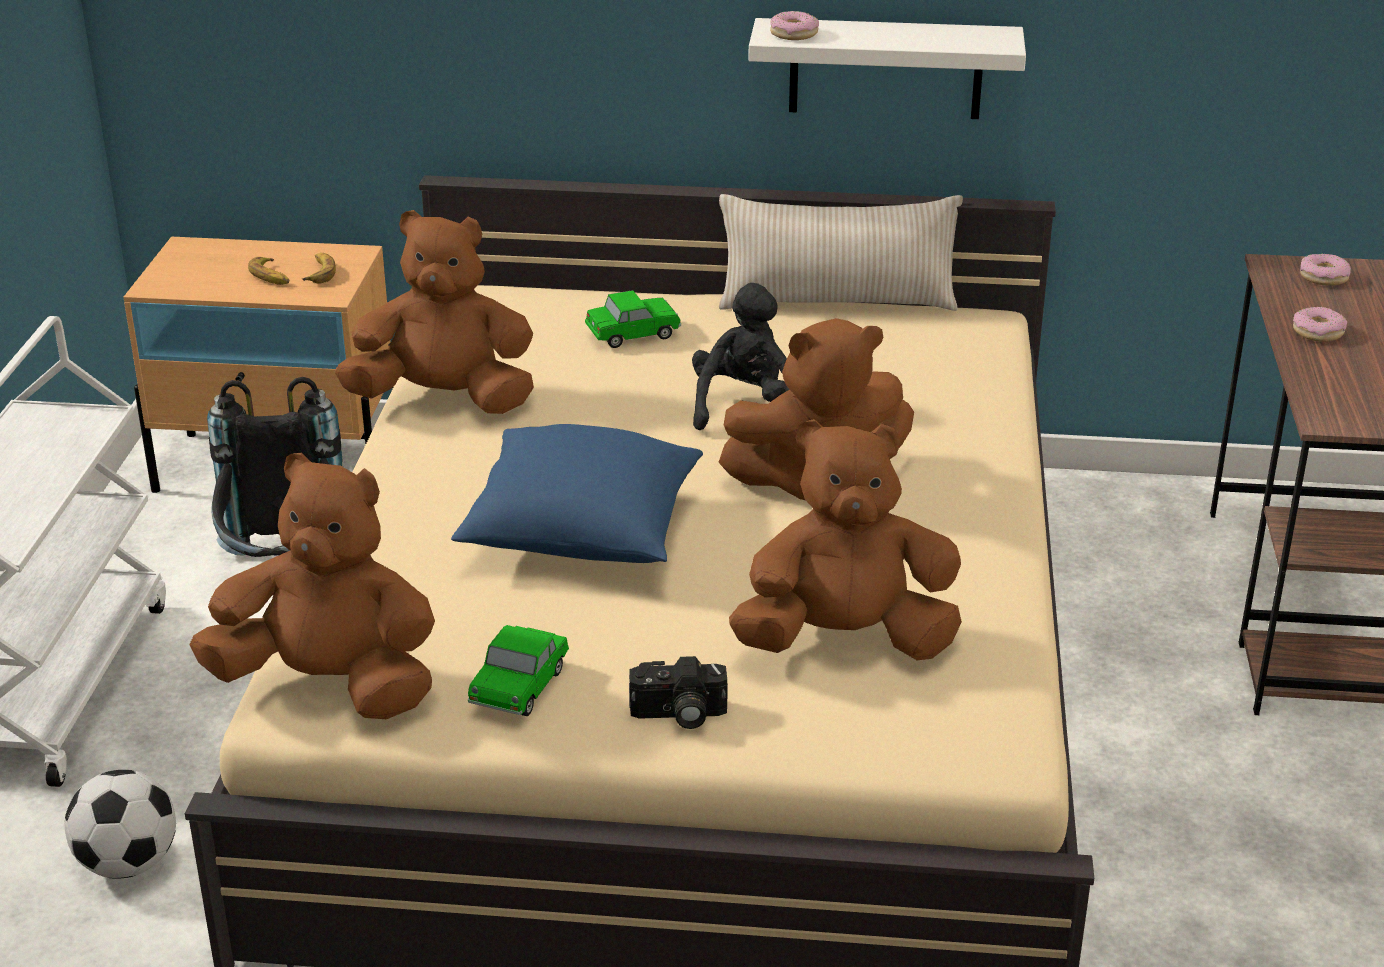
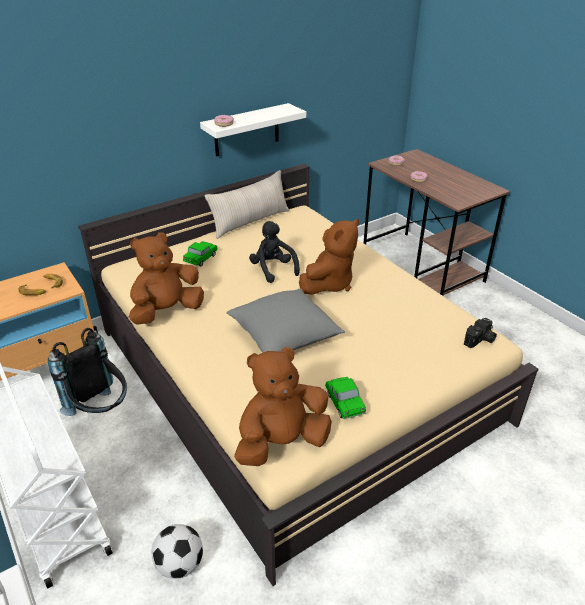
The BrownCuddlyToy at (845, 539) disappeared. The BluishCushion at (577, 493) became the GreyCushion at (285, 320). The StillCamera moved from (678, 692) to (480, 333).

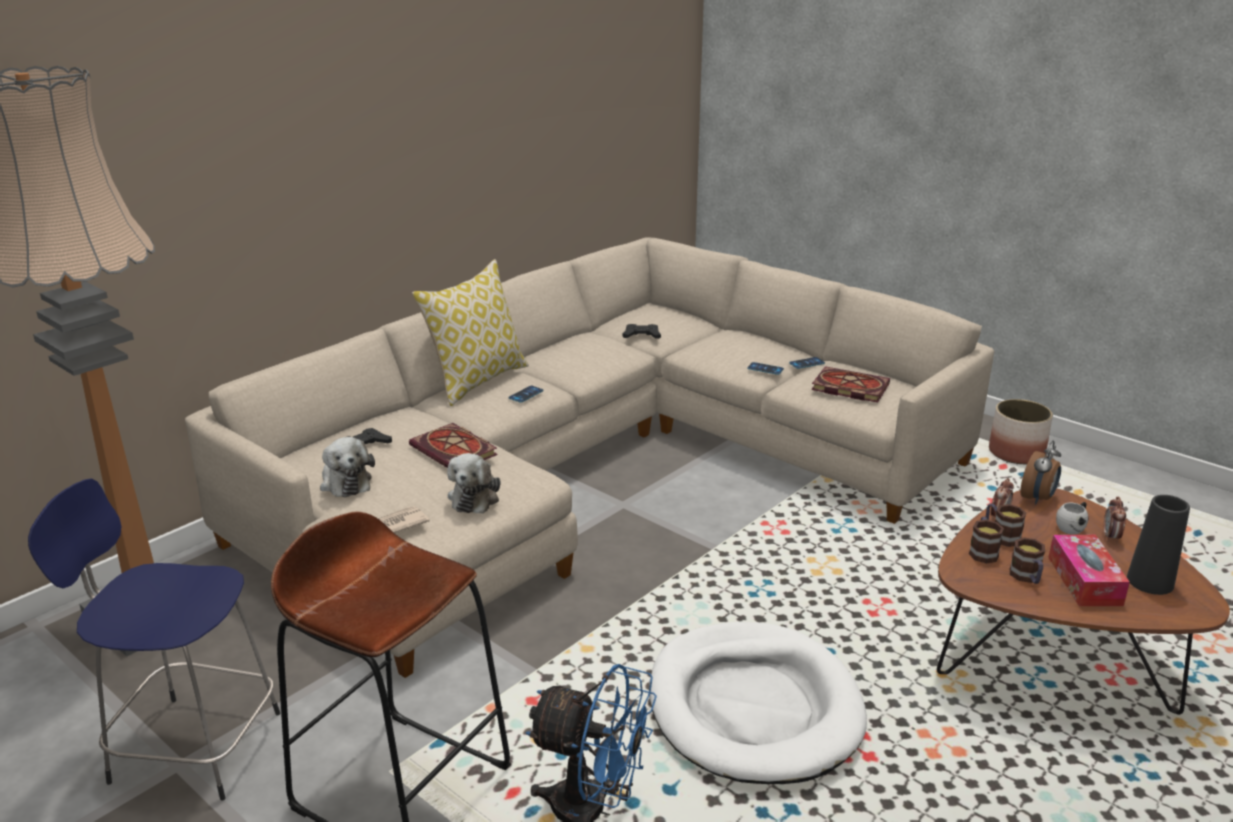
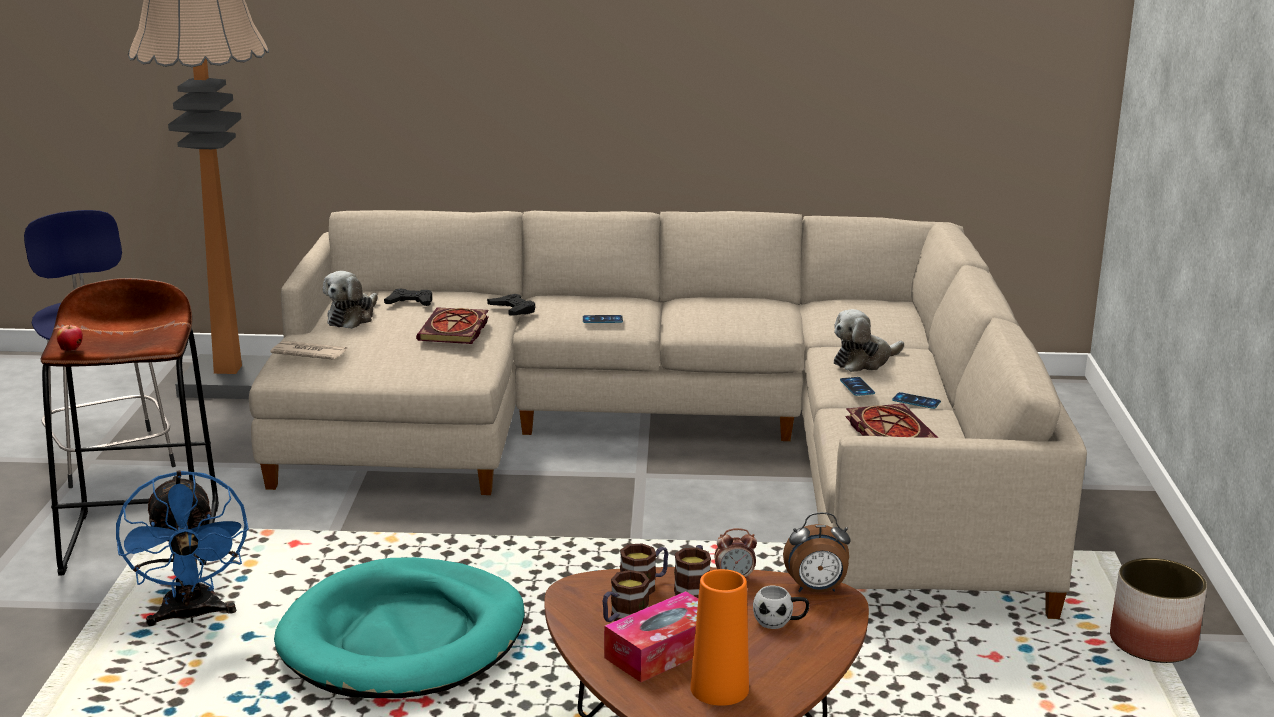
The Cushion at (470, 332) disappeared. The BlackGamepad moved from (641, 331) to (511, 305). The CuddlyToy moved from (474, 483) to (869, 340). The BlackDecorativeVase at (1158, 545) became the OrangeyDecorativeVase at (719, 637). The TableClock at (1115, 519) disappeared. The WhiteDogBed at (758, 703) became the TurquoiseDogBed at (399, 627). The Apple at (70, 338) appeared.

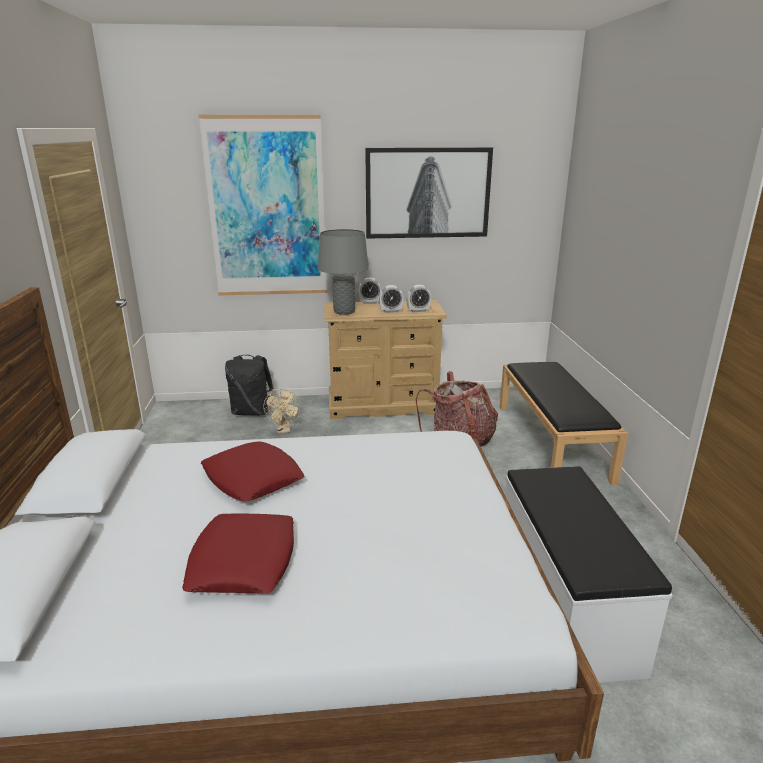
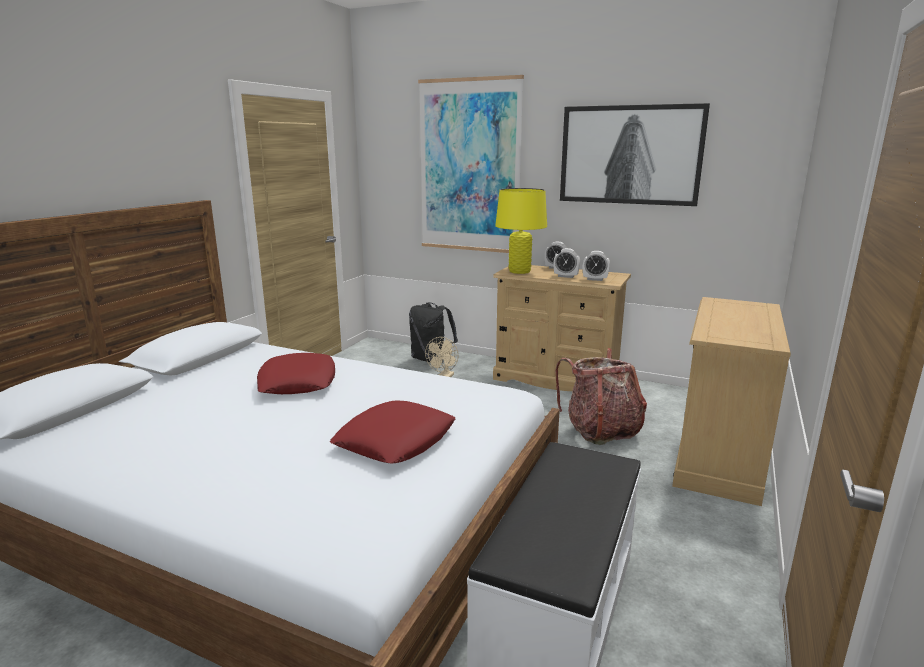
The GreyTabletopLamp at (343, 272) became the YellowColouredTabletopLamp at (521, 231). The BlackLongSeat at (564, 423) was replaced by the BeigeColouredChestOfDrawers at (731, 401). The RedCushion moved from (238, 553) to (392, 431).

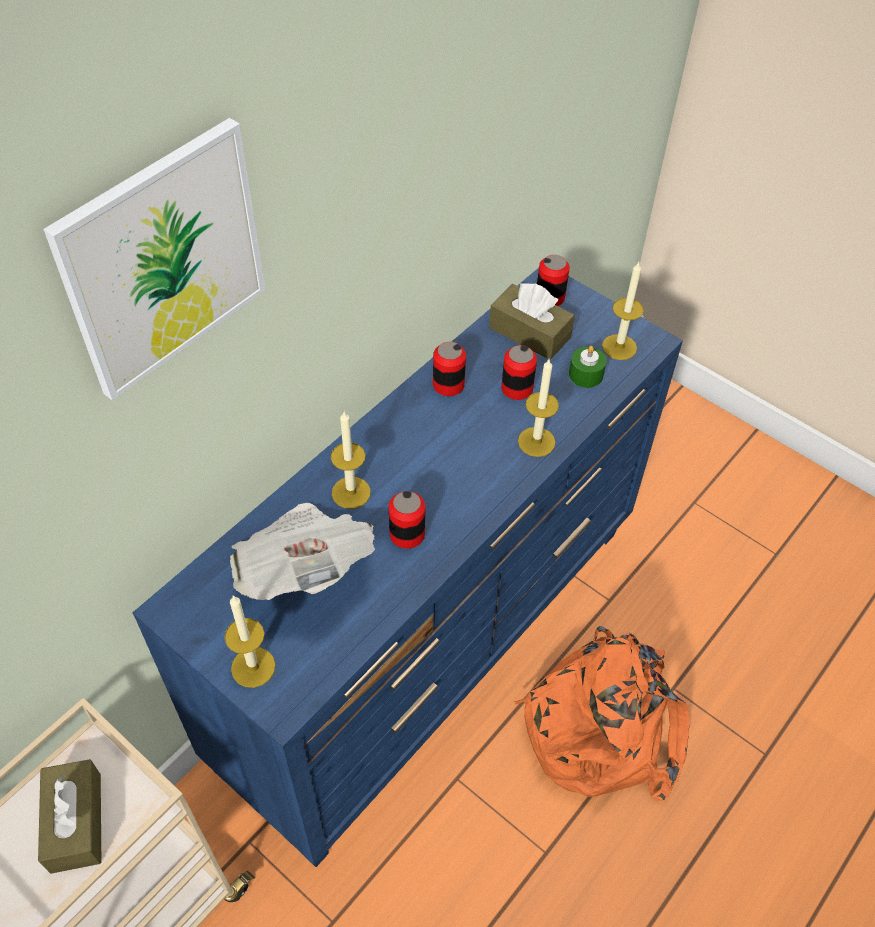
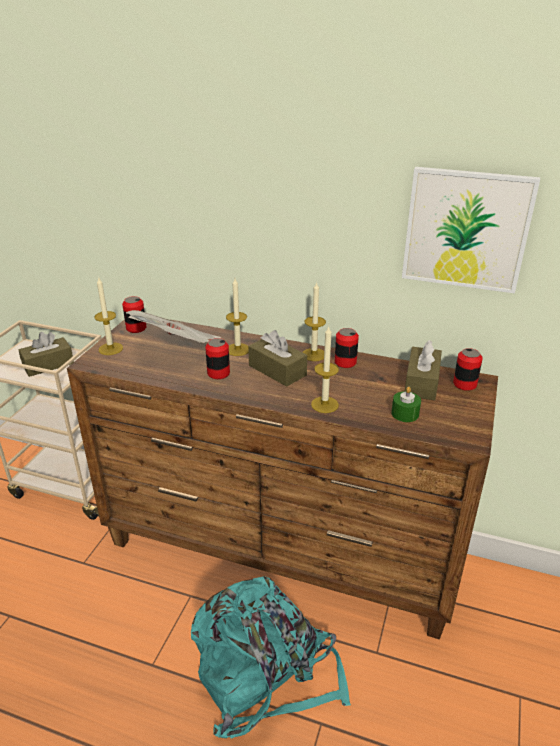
The WallPicture moved from (154, 259) to (471, 230). The WaxCandle moved from (623, 311) to (314, 321). The BluishChestOfDrawers at (408, 567) became the BrownChestOfDrawers at (282, 479). The MetalCan moved from (519, 372) to (134, 314). The OrangeyRucksack at (602, 713) became the TurquoiseRucksack at (271, 657). The BrownBoxOfTissues at (277, 358) appeared.

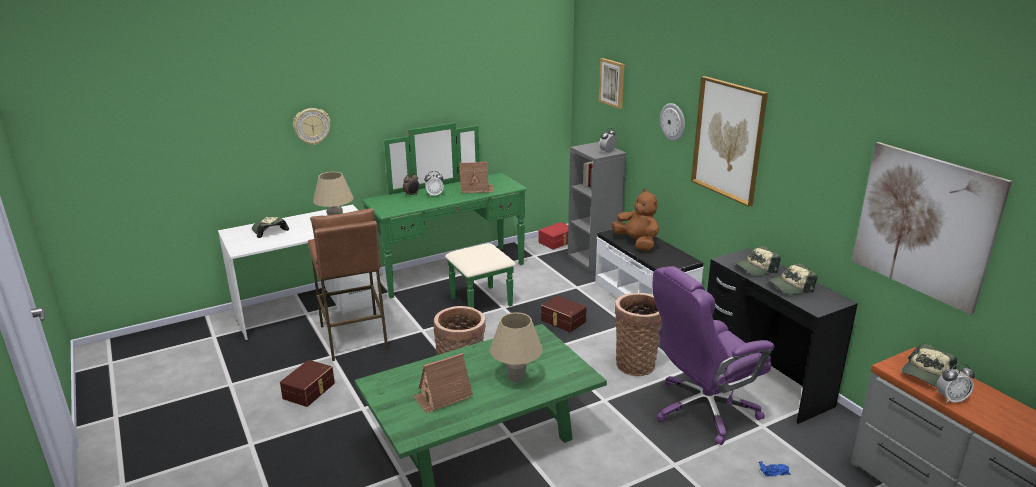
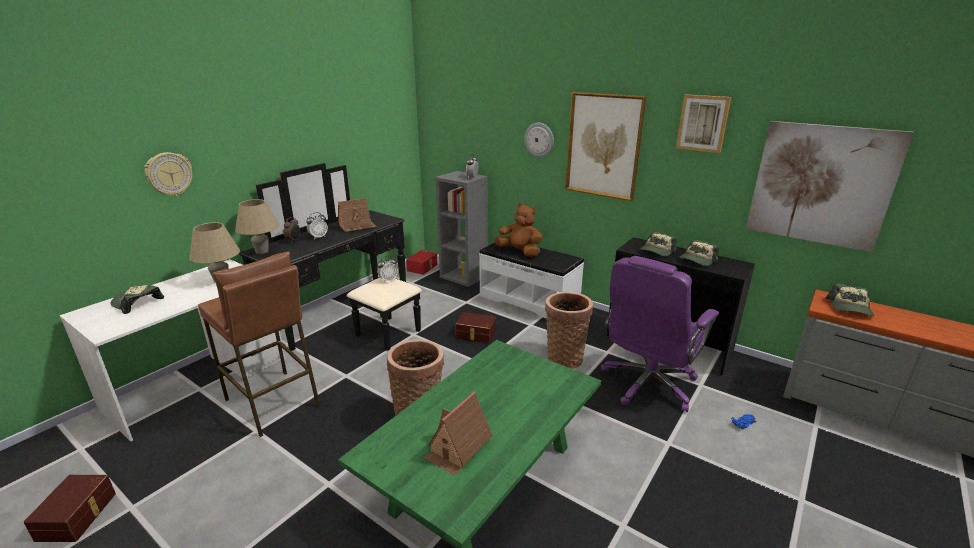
The WallPicture moved from (611, 83) to (703, 123). The GreenColouredChestOfDrawers at (444, 215) became the BlackChestOfDrawers at (330, 257). The BeigeColouredTabletopLamp moved from (516, 347) to (257, 226). The BrownStorageContainer moved from (307, 383) to (70, 508). The TableClock moved from (956, 384) to (387, 269).

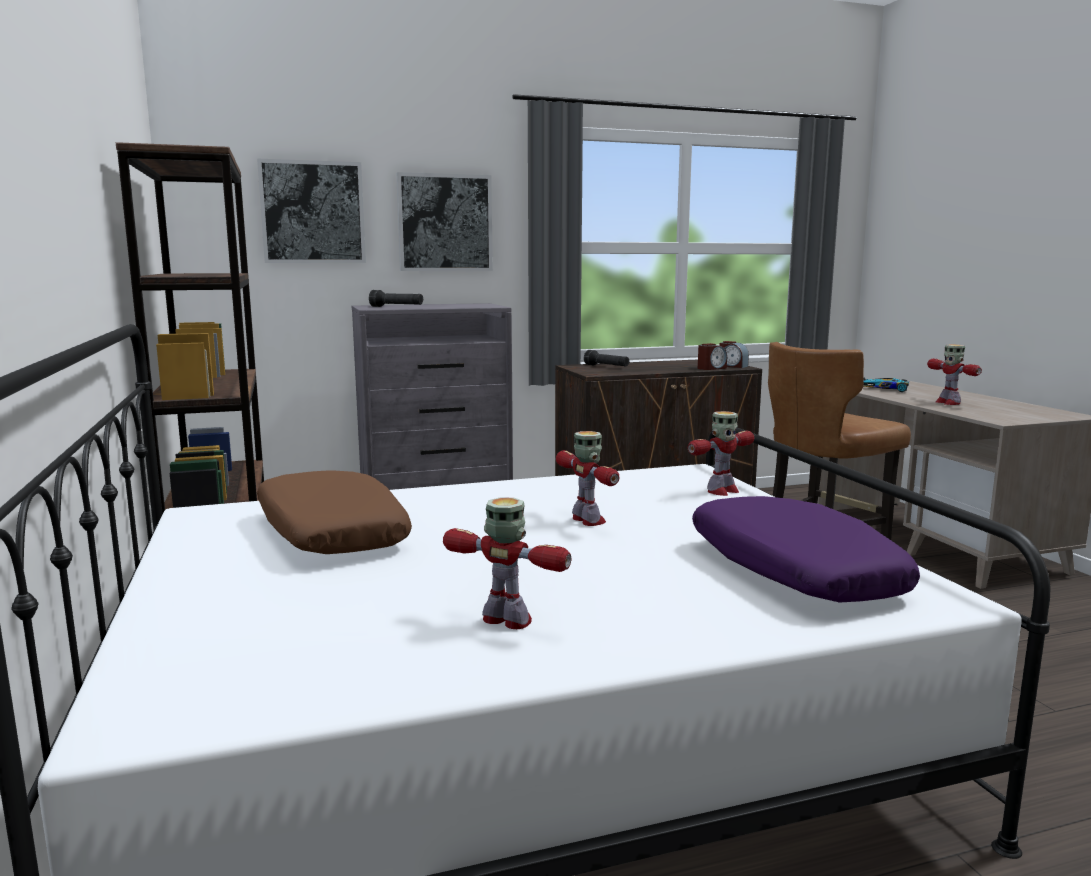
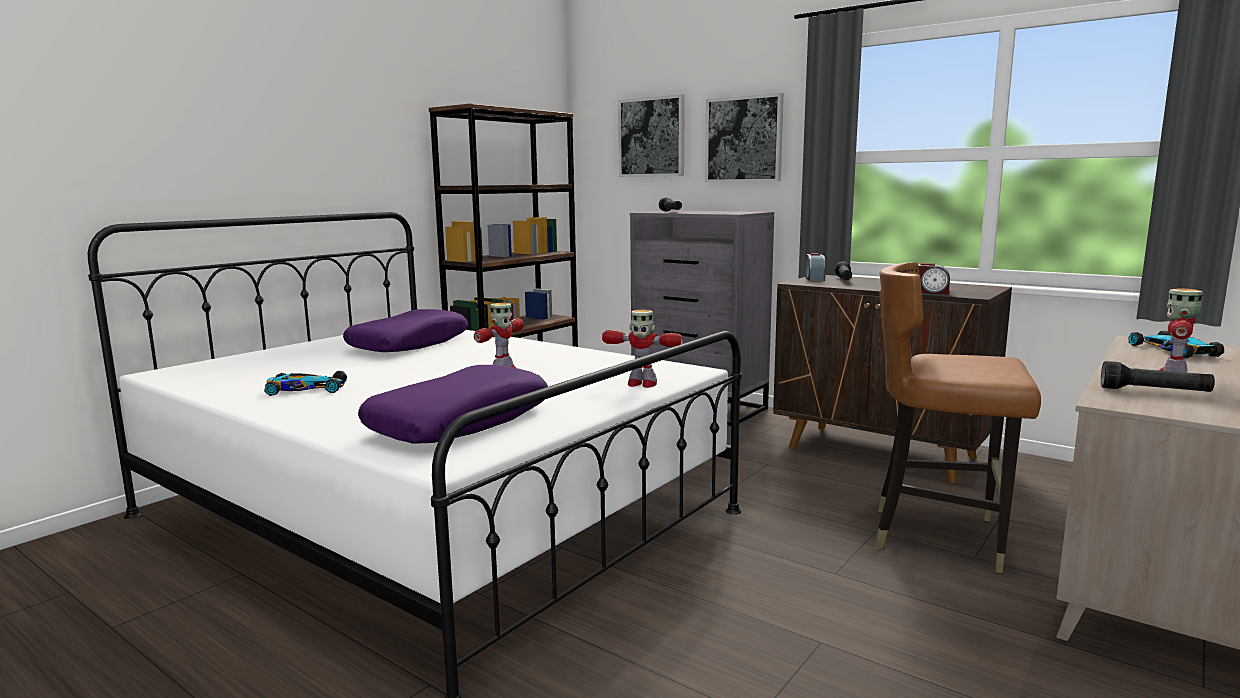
The TableClock moved from (734, 354) to (816, 267). The BrownCushion at (334, 512) became the PurpleColouredCushion at (405, 330). The ModelRobot at (507, 563) was replaced by the ToyCar at (305, 383). The BlackHandTorch at (1158, 376) appeared.

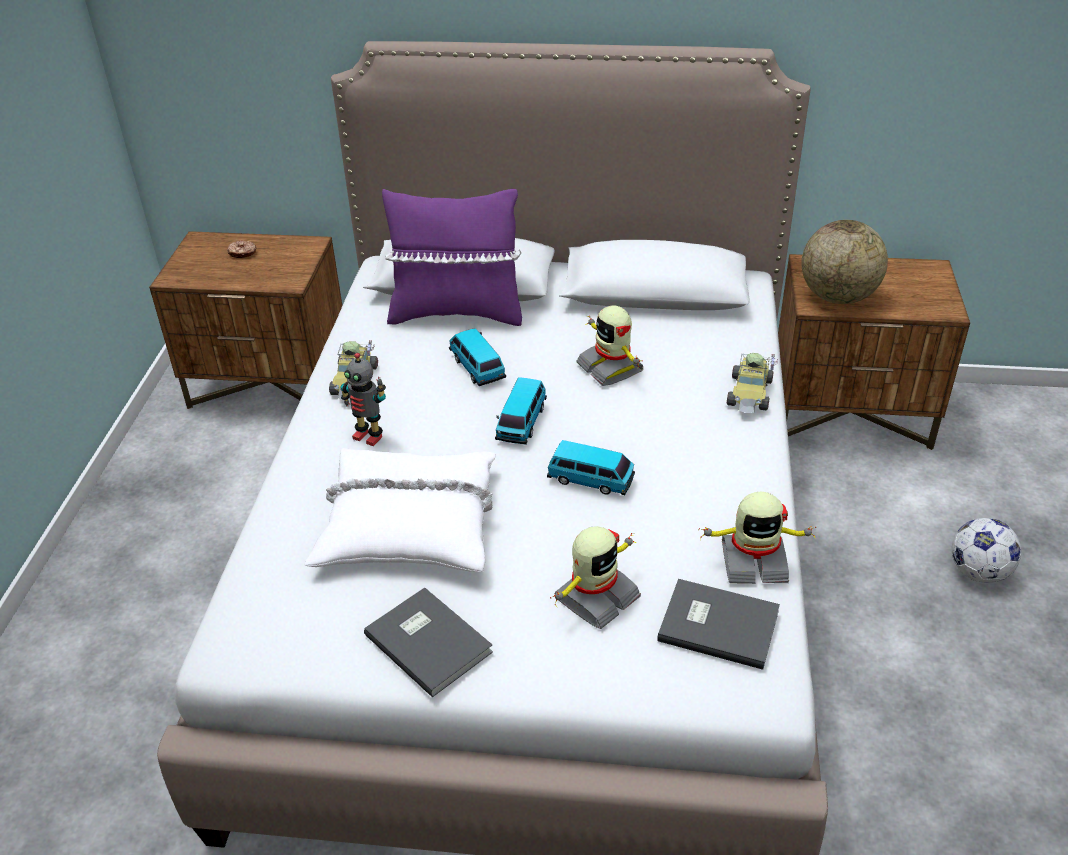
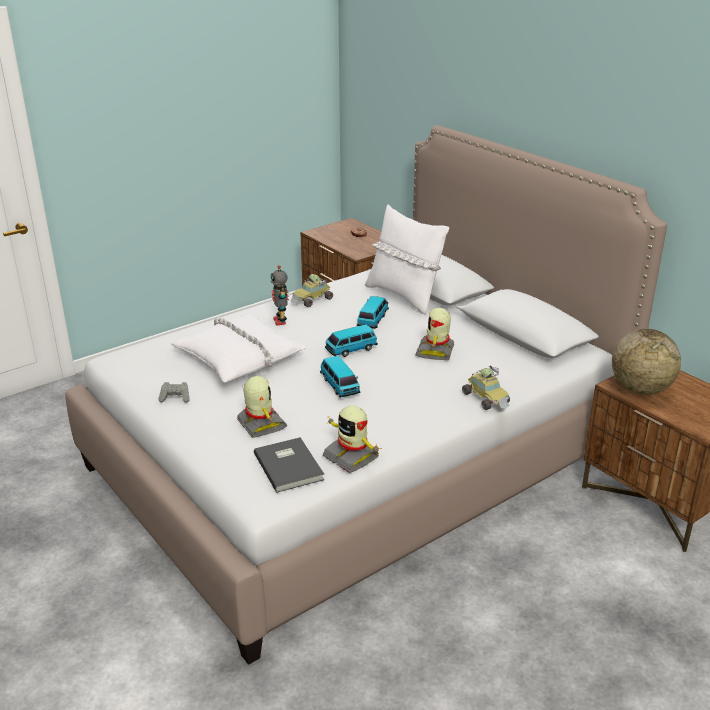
The PurpleColouredCushion at (452, 257) became the WhiteCushion at (407, 259). The ToyCar at (752, 383) turned 90 degrees counterclockwise. The BallForFootball at (986, 550) disappeared. The ModelRobot at (595, 577) turned 120 degrees counterclockwise. The GreyVolume at (428, 642) was replaced by the GreyGamepad at (174, 392).

